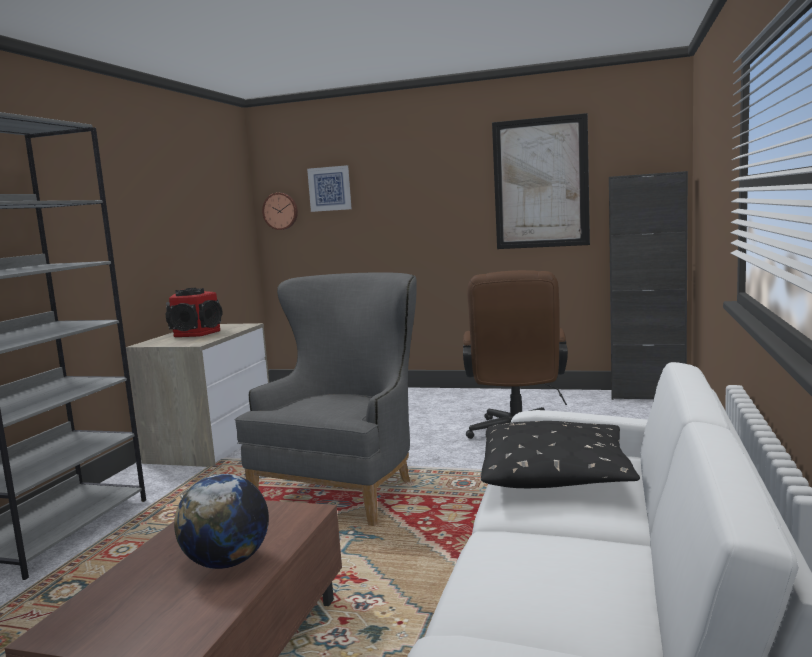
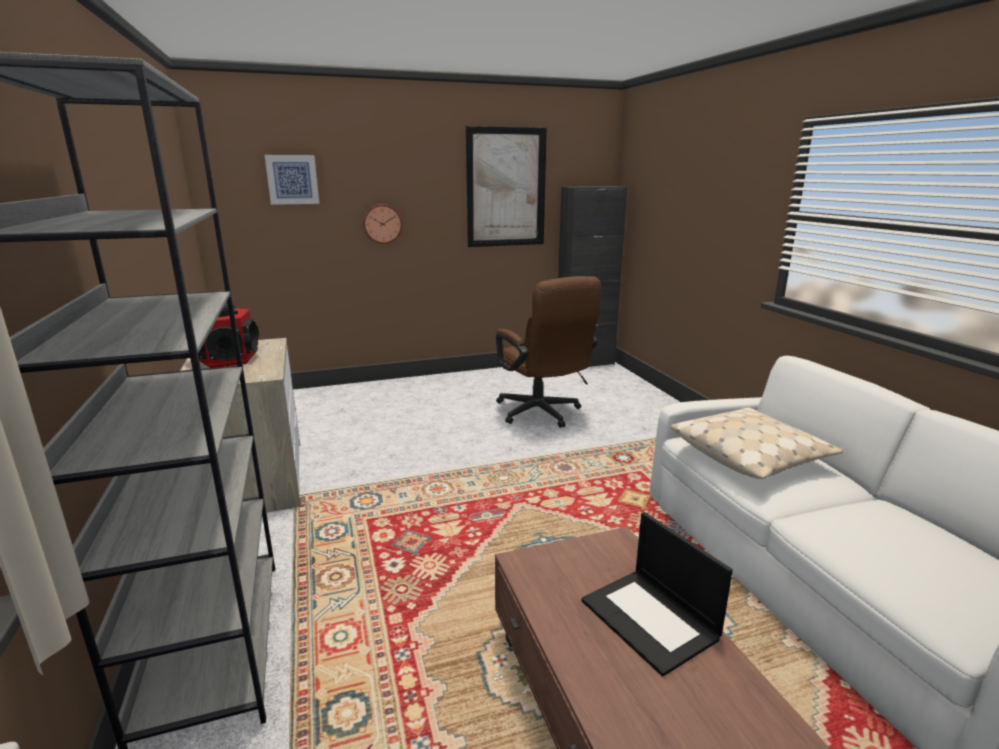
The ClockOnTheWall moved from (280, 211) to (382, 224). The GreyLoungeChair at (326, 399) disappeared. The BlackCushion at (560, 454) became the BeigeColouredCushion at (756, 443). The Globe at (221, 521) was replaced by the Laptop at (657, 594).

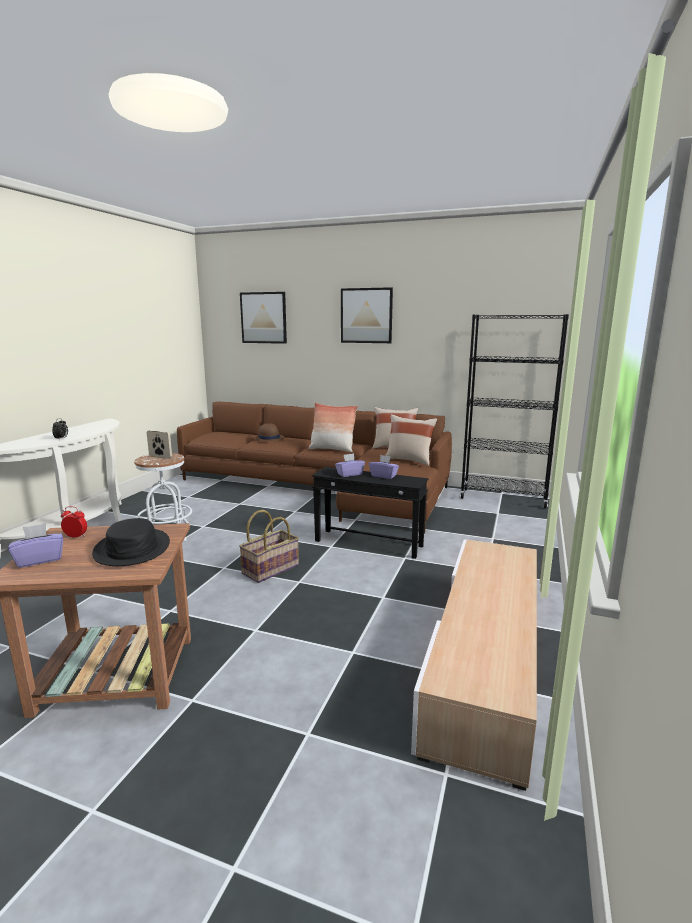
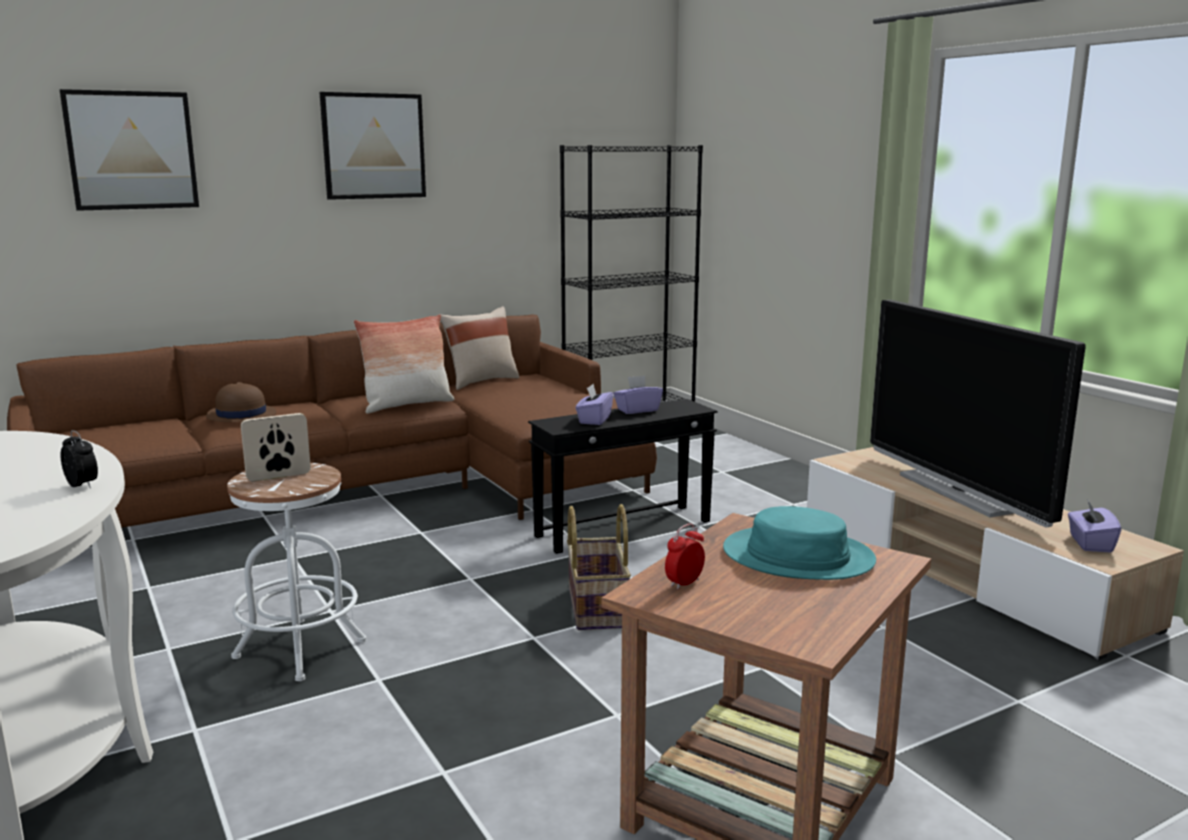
The BeigeColouredCushion at (411, 440) disappeared. The BlackClothingHat at (131, 542) became the TurquoiseClothingHat at (799, 543). The PurpleColouredBoxOfTissues moved from (35, 545) to (1094, 526). The Tv at (978, 414) appeared.

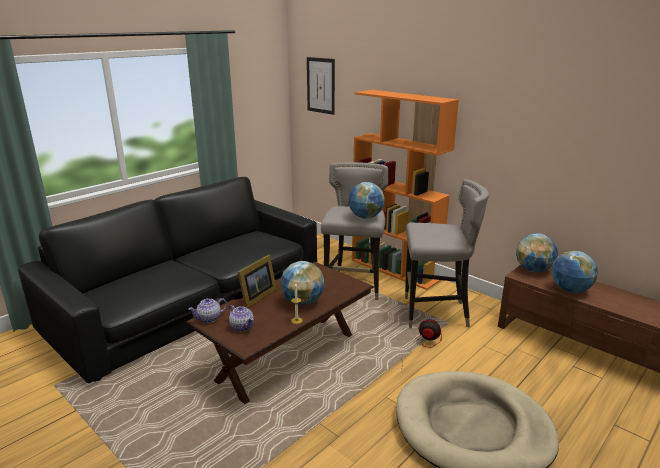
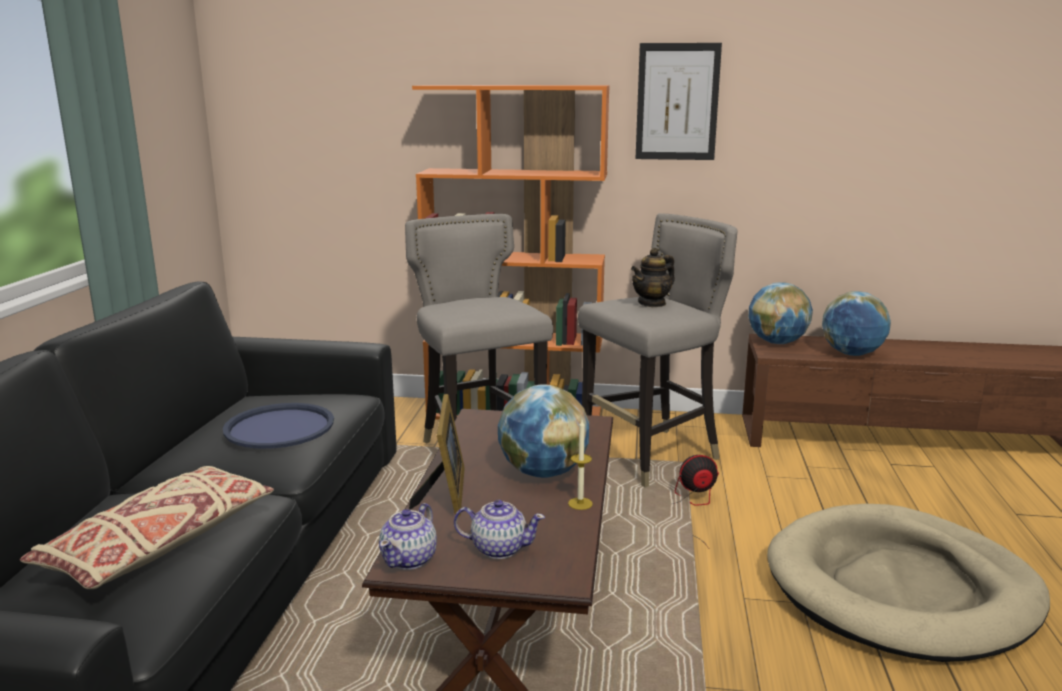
The WallPicture moved from (321, 86) to (678, 101). The Globe at (367, 200) disappeared. The TeaPot at (653, 277) appeared. The BluishServingTray at (278, 426) appeared. The BeigeColouredCushion at (147, 527) appeared.

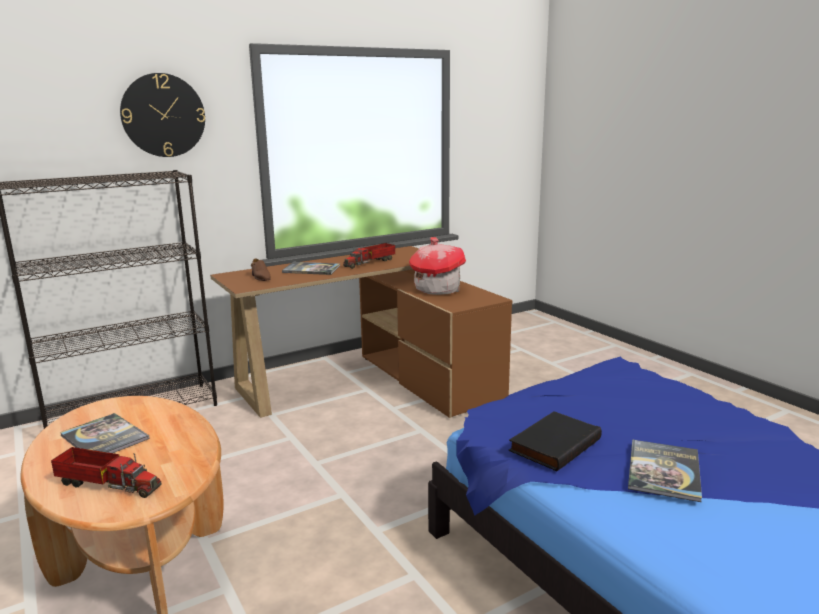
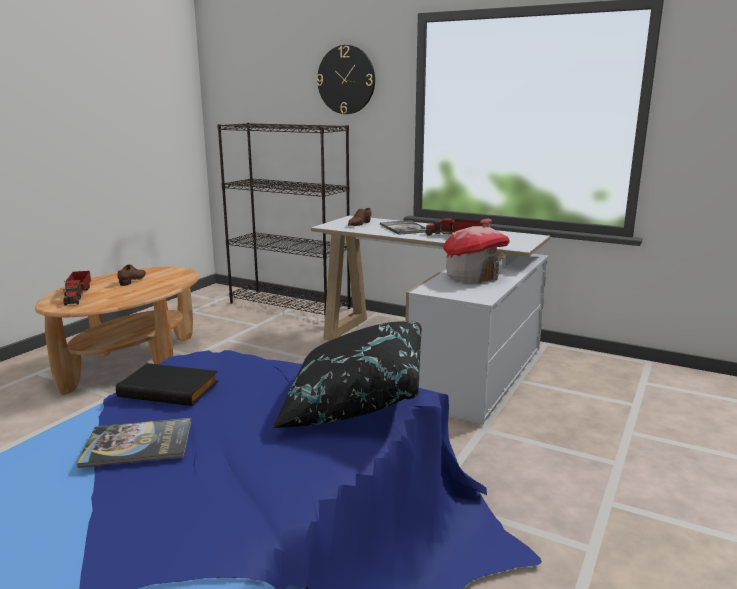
The BrownDeskTable at (361, 332) became the WhiteDeskTable at (430, 319). The Volume at (105, 433) was replaced by the BrownLowShoe at (131, 275). The BlackCushion at (347, 374) appeared.

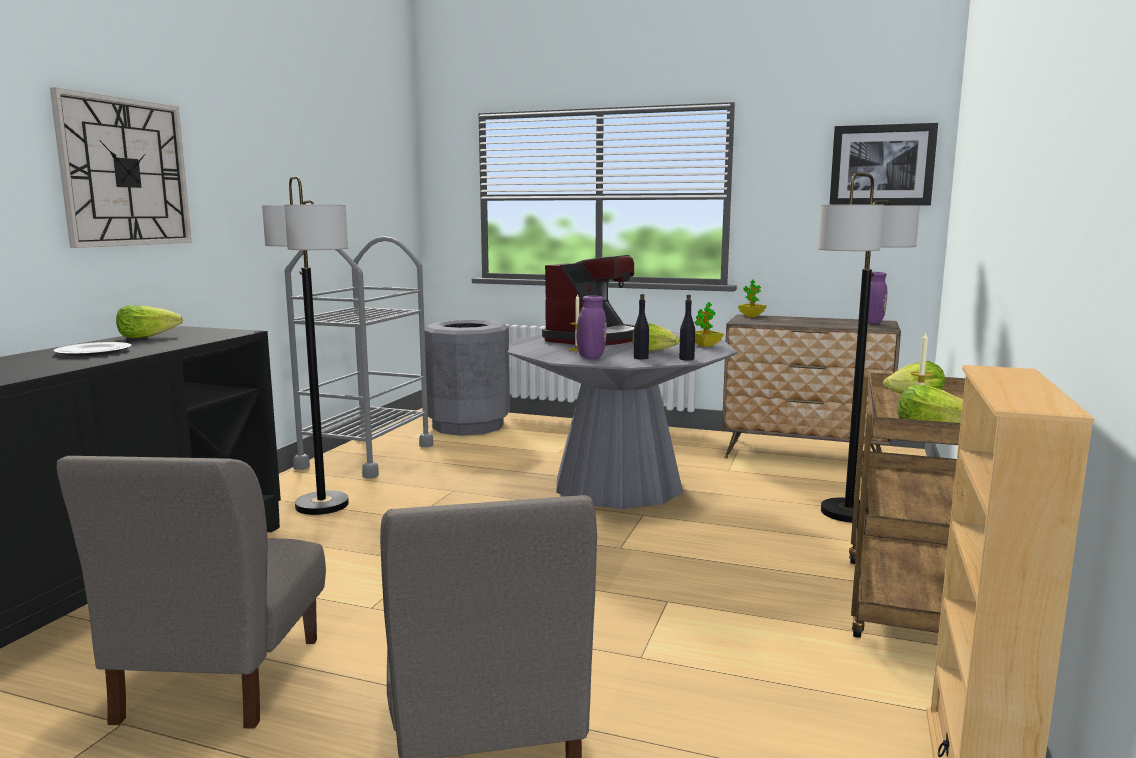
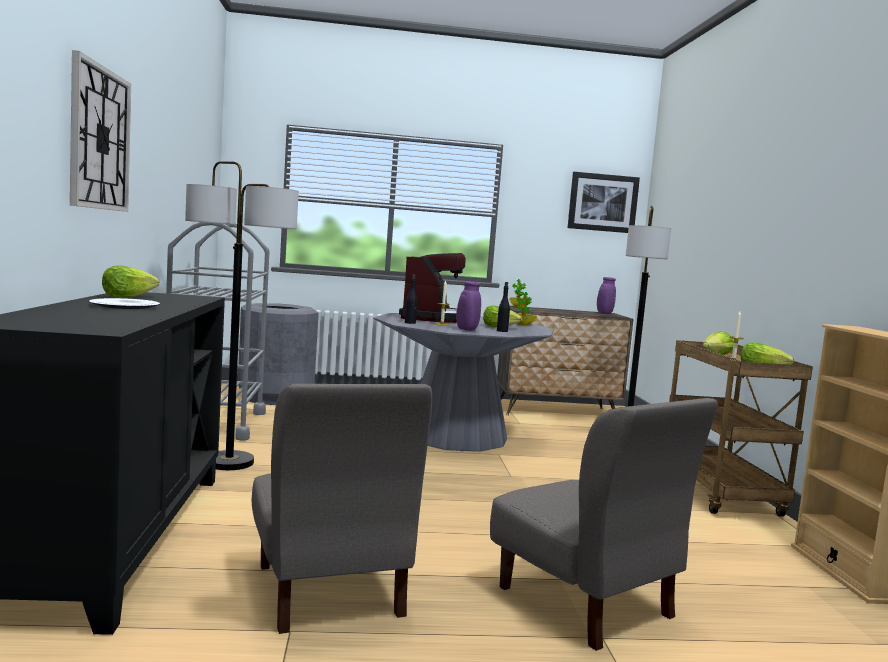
The BlackDrinkBottle moved from (687, 328) to (411, 299).

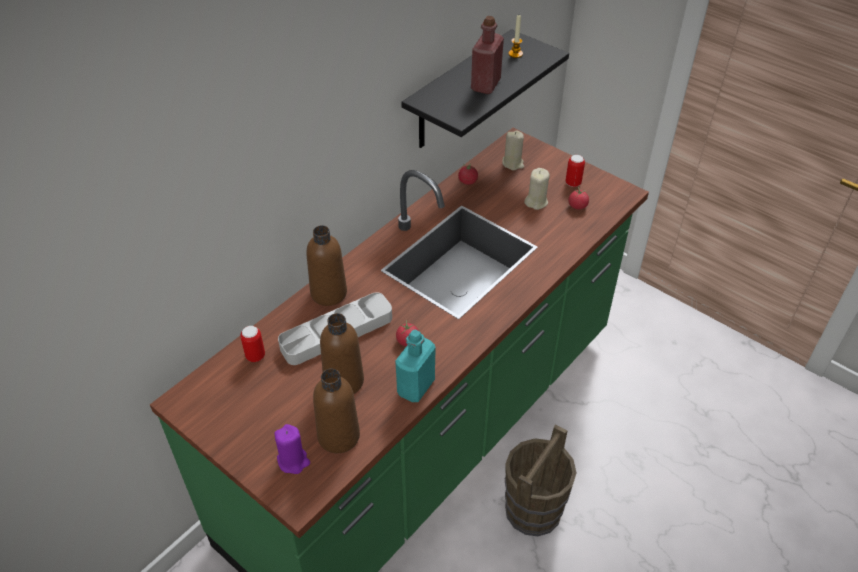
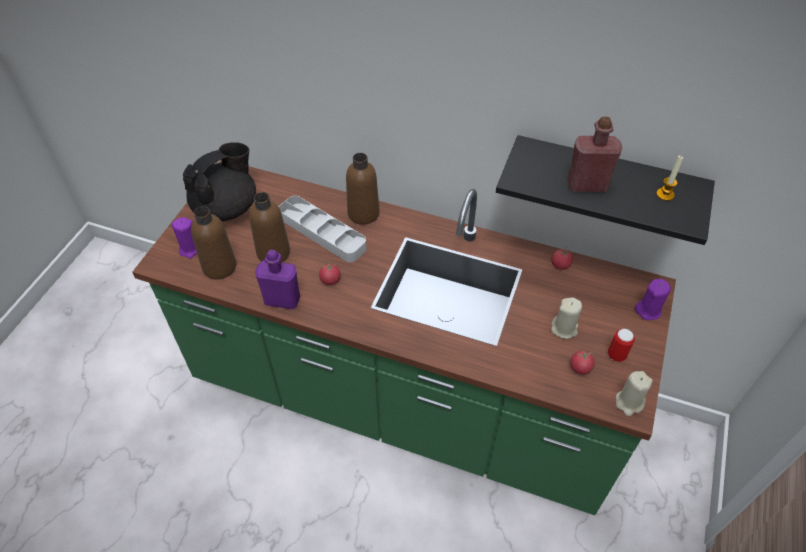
The BeigeColouredWaxCandle moved from (513, 150) to (634, 393). The MetalCan at (252, 344) disappeared. The TurquoiseDrinkBottle at (415, 366) became the PurpleColouredDrinkBottle at (277, 279). The BrownWaterBucket at (540, 480) disappeared. The BlackTeaPot at (219, 181) appeared. The PurpleColouredWaxCandle at (653, 299) appeared.

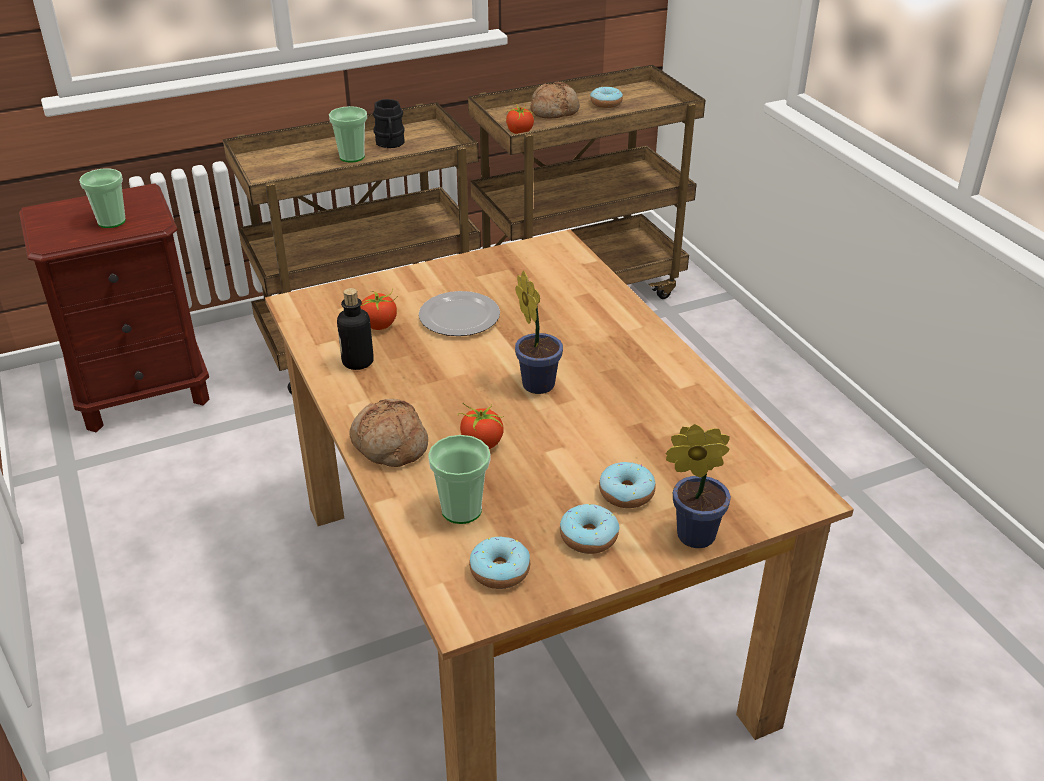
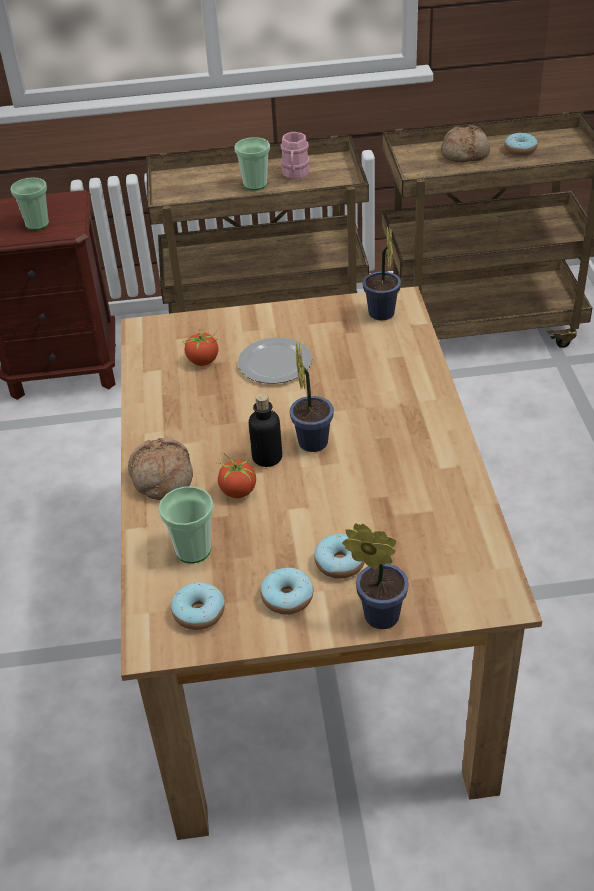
The BlackTeaMug at (389, 123) became the PinkTeaMug at (295, 155). The FreshTomato at (520, 118) disappeared. The DrinkBottle moved from (355, 329) to (265, 430). The Houseplant at (381, 272) appeared.

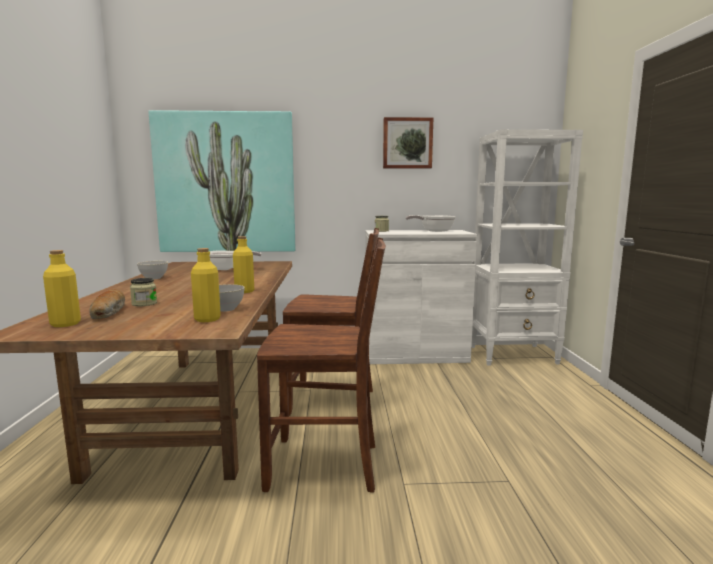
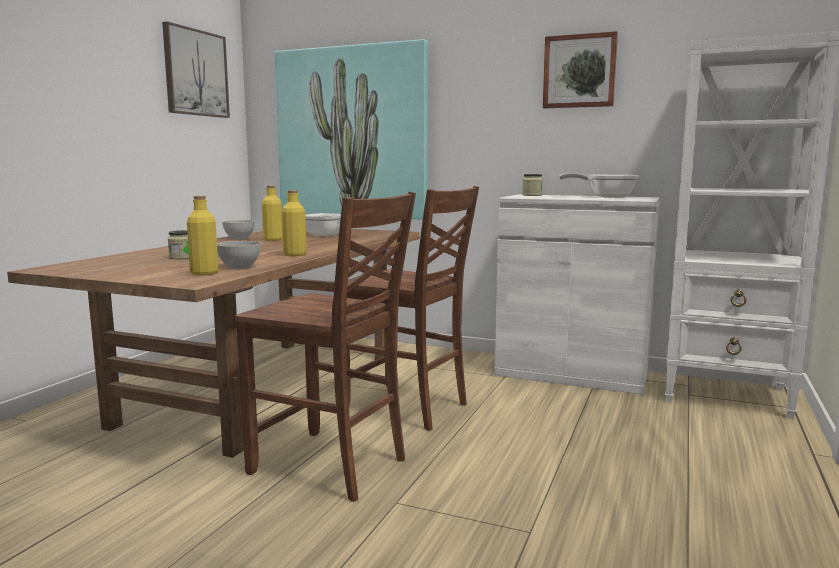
The YellowColouredDrinkBottle moved from (62, 288) to (272, 213). The BakeryBread at (107, 304) disappeared. The WallPicture at (196, 69) appeared.

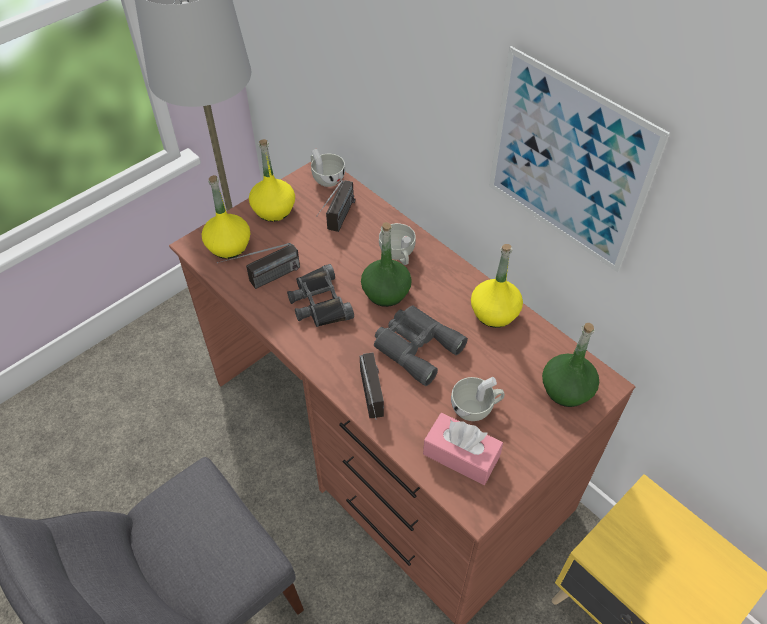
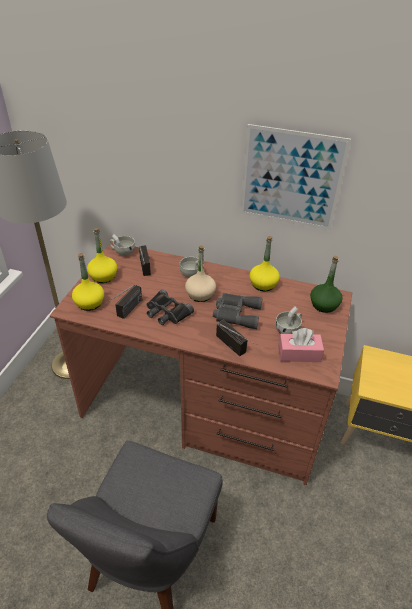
The GreenColouredDrinkBottle at (386, 264) became the BeigeColouredDrinkBottle at (200, 273).

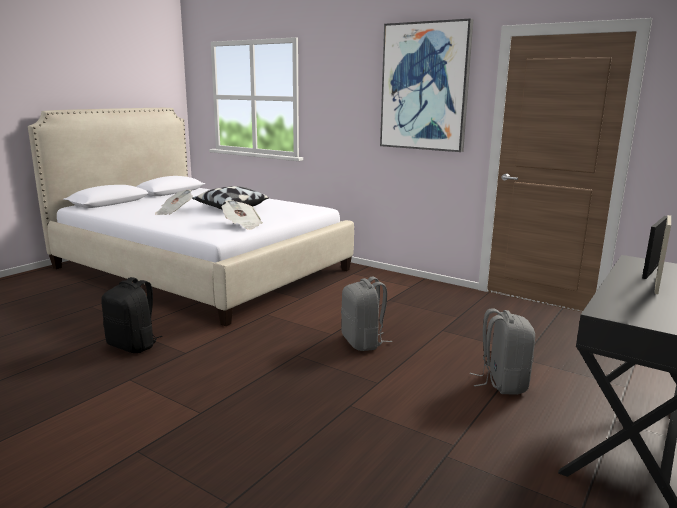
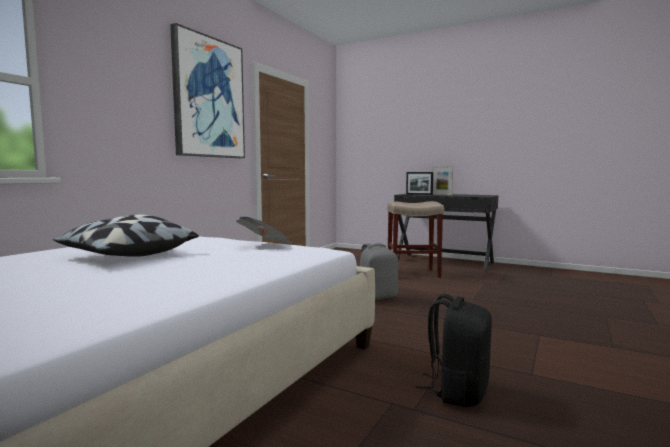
The Newspaper at (174, 202) disappeared. The GreyRucksack at (502, 352) was replaced by the BeigeColouredStoolSeat at (415, 239).

